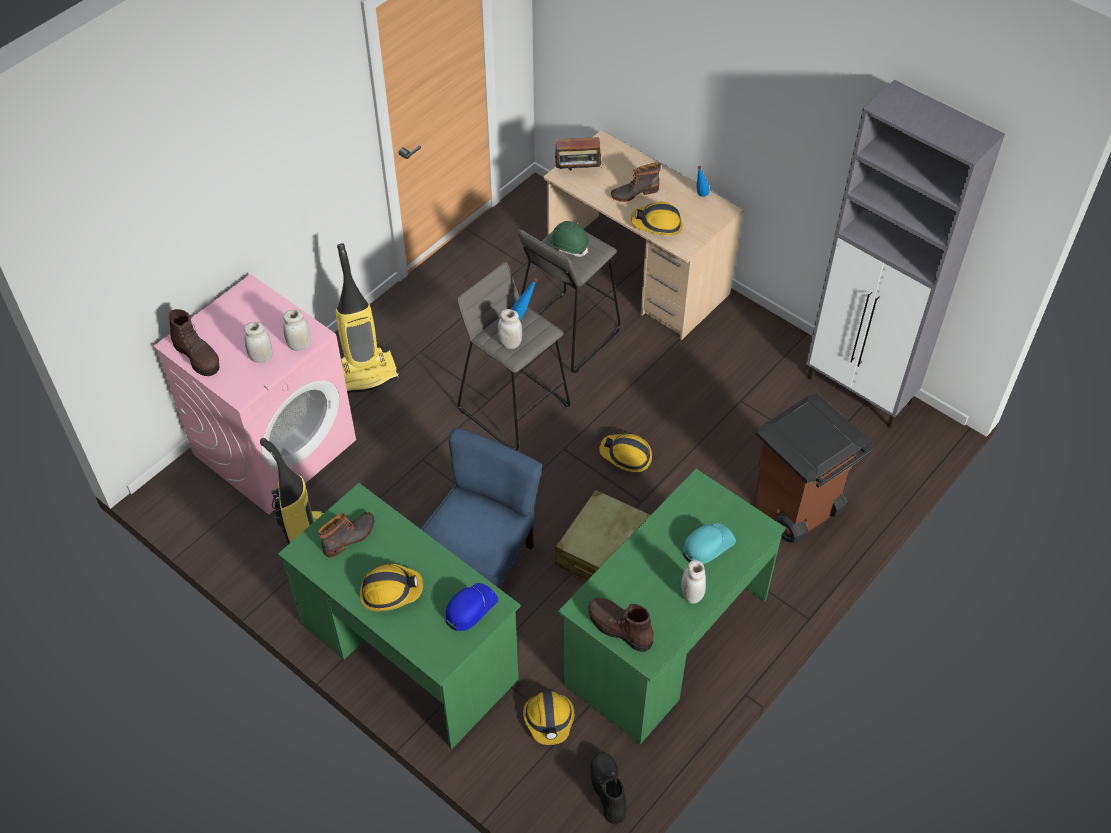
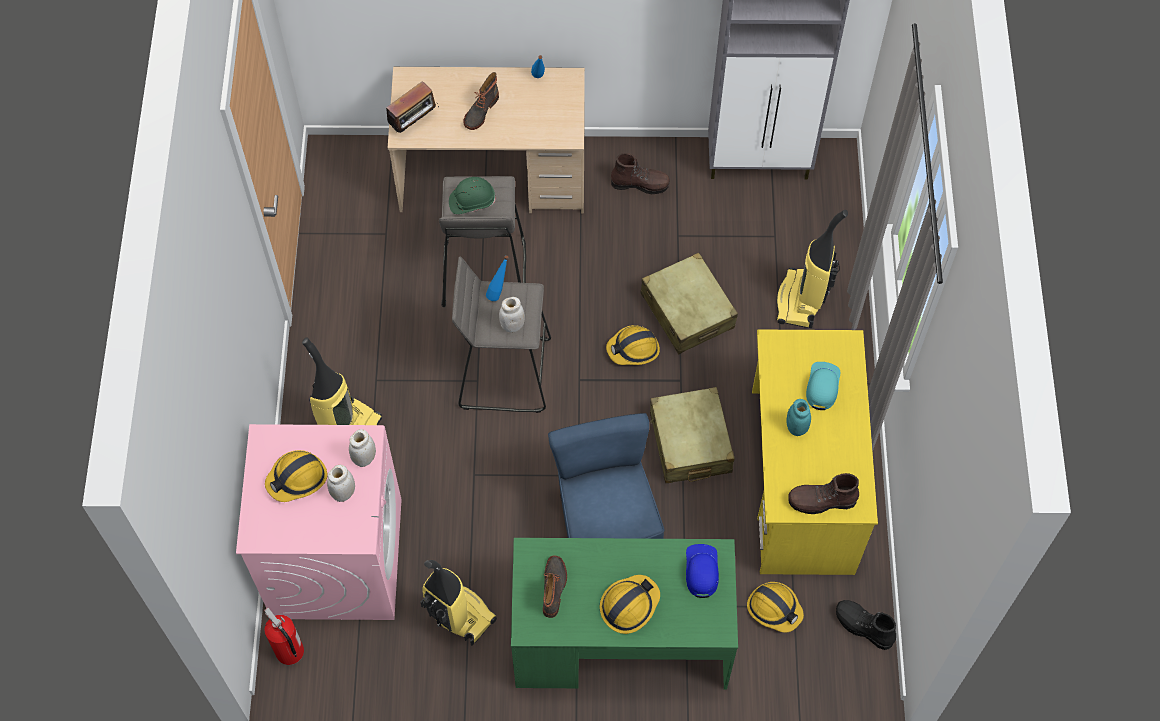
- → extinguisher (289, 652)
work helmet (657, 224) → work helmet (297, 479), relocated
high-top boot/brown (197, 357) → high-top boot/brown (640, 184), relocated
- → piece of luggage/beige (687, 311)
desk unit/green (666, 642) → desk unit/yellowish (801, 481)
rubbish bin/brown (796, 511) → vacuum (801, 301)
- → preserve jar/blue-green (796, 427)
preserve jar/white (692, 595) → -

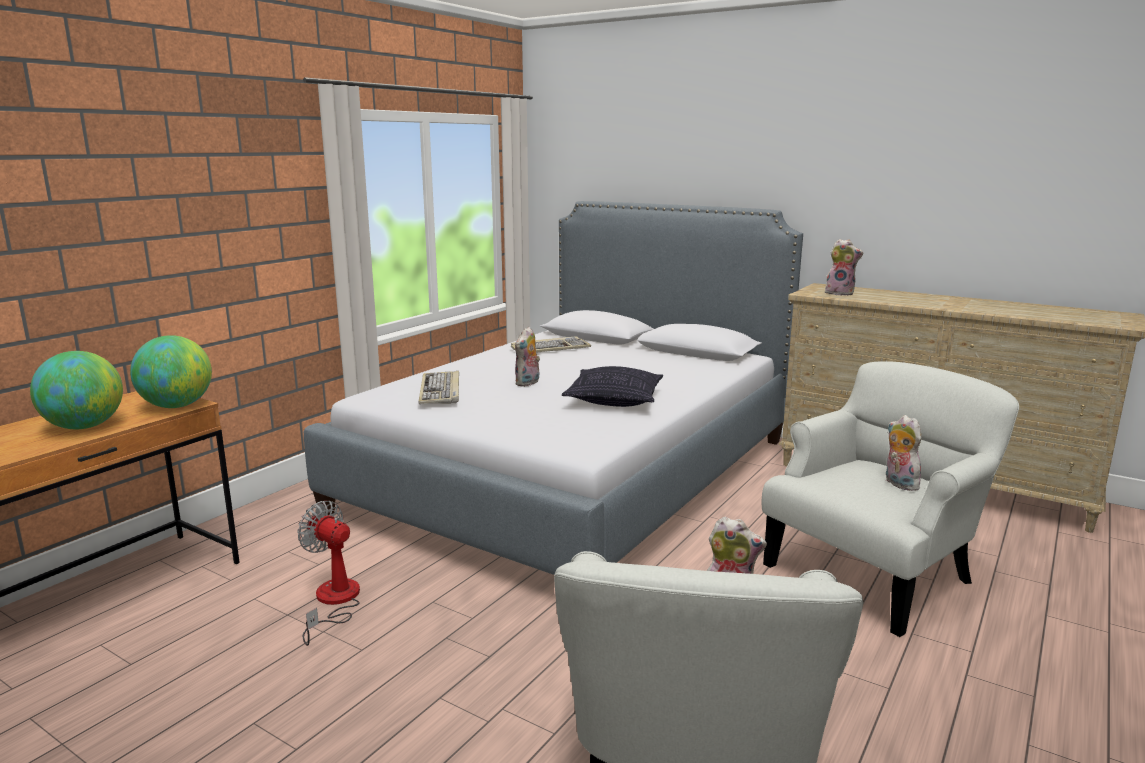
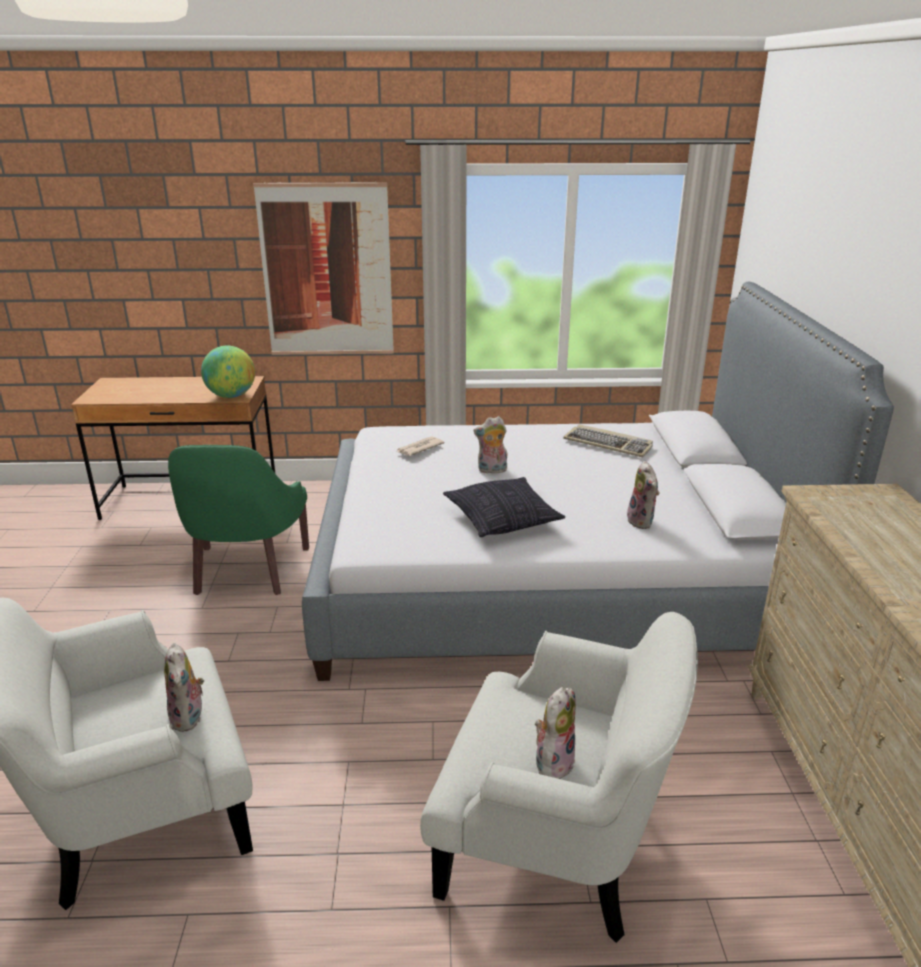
fan (334, 602) → easy chair/green (246, 571)
- → picture (327, 271)
keyboard (440, 391) → newspaper (419, 448)
plush toy (840, 293) → plush toy (642, 522), relocated
desk globe (84, 427) → -

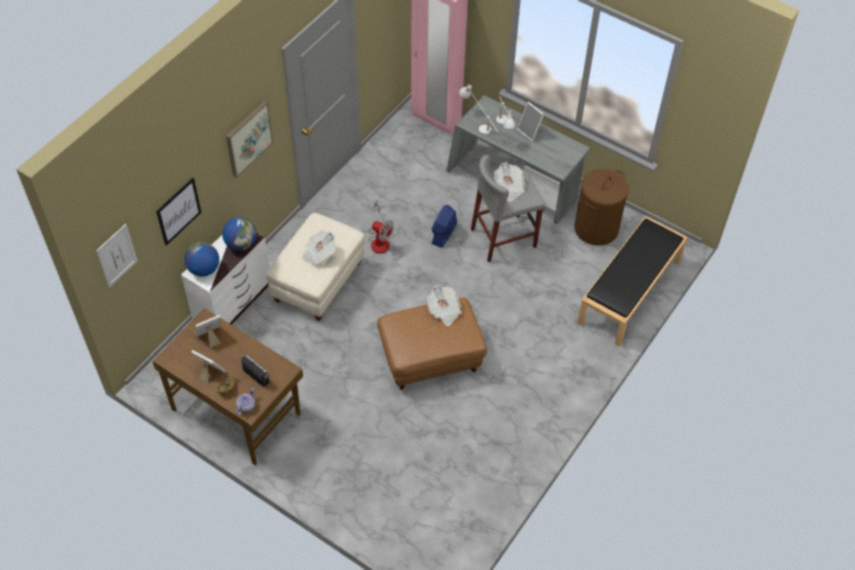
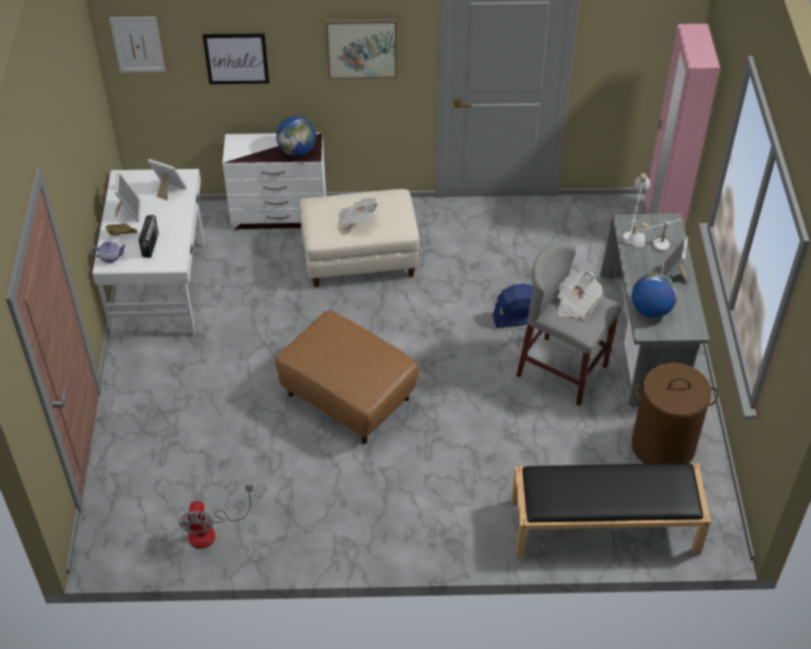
desk unit/brown (236, 410) → desk unit/white (161, 288)
fan (379, 240) → fan (210, 530), relocated
desk globe (204, 269) → desk globe (651, 310), relocated
newspaper (444, 311) → -

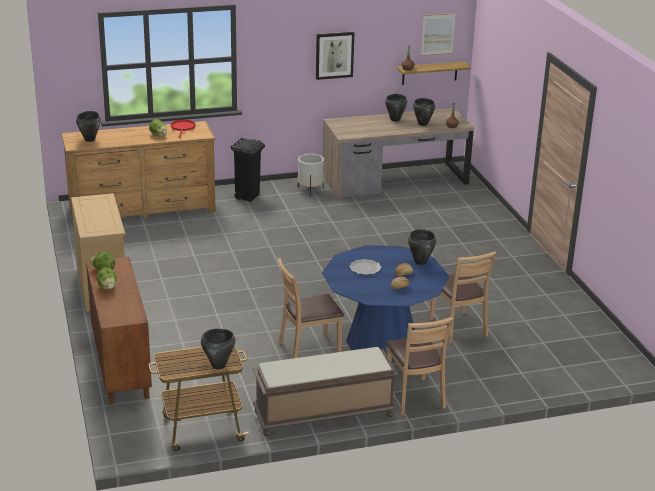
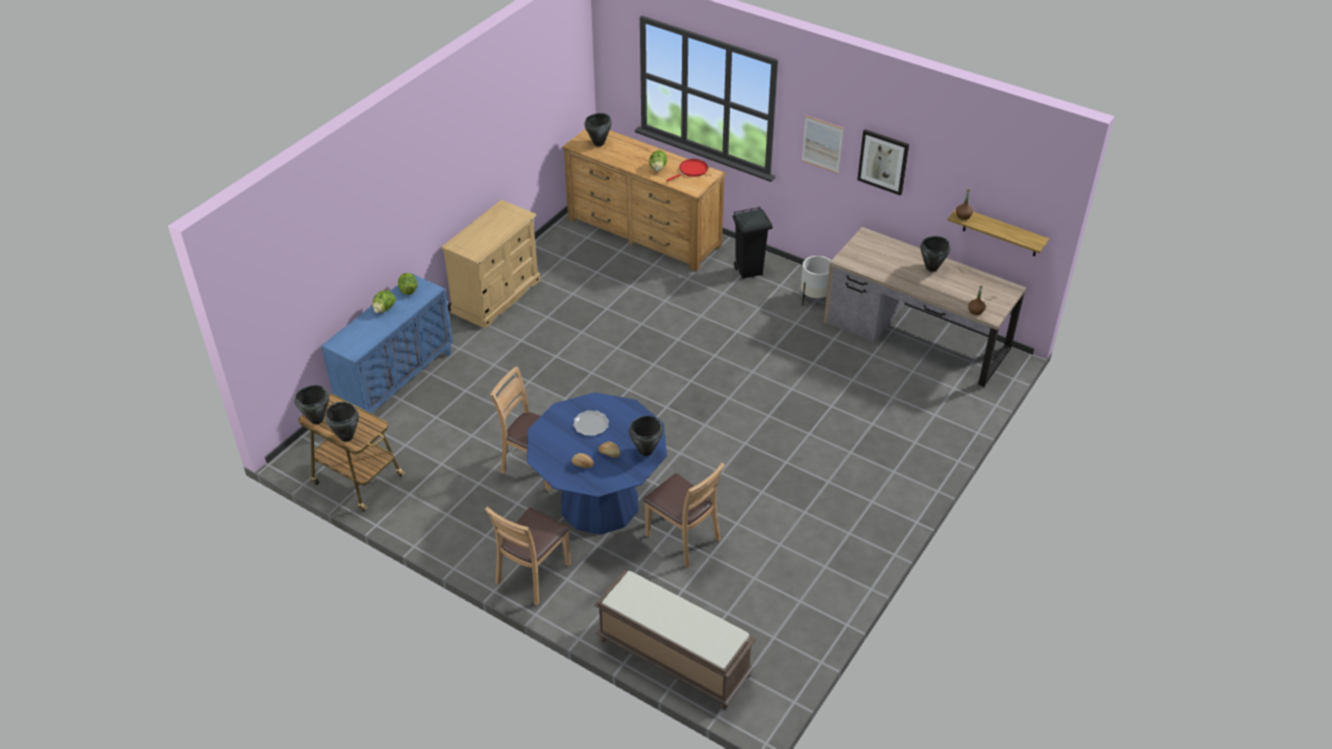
stockpot/black-coloured (422, 124) → stockpot/black-coloured (316, 419), relocated
cupboard/brown (120, 365) → cupboard/blue (396, 380)
long seat/brown (323, 414) → long seat/brown (672, 657), relocated
plain chair/brown (458, 328) → plain chair/brown (683, 538), 75 degrees counterclockwise
picture (438, 34) → picture (822, 144), relocated

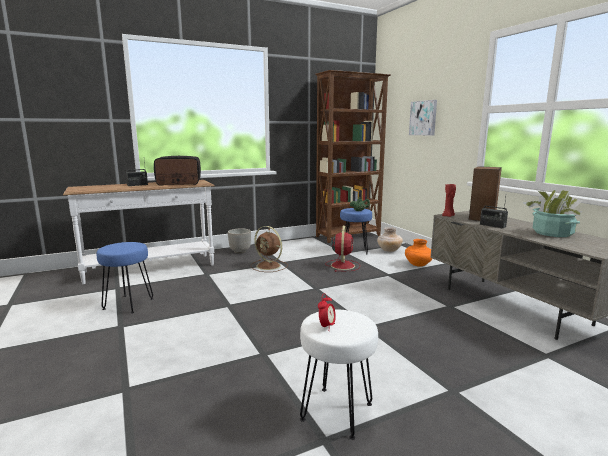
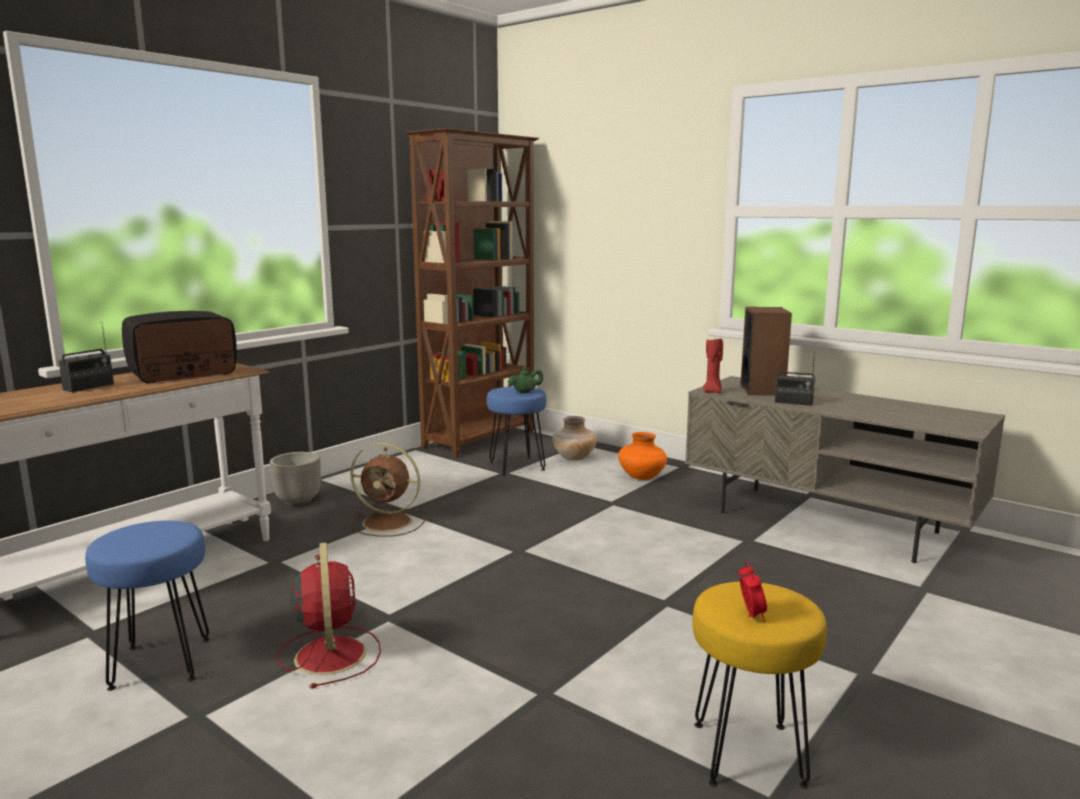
fan/red (342, 265) → fan/red (330, 653), relocated
stool/white (337, 412) → stool/yellowish (750, 754)
picture (423, 118) → -
houseplant (552, 233) → -

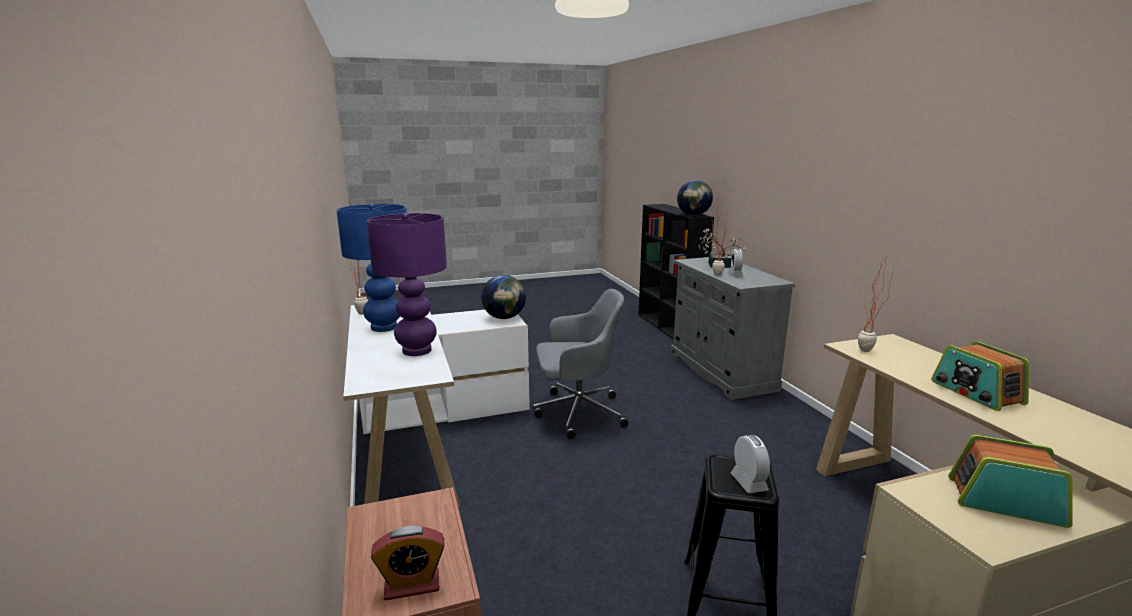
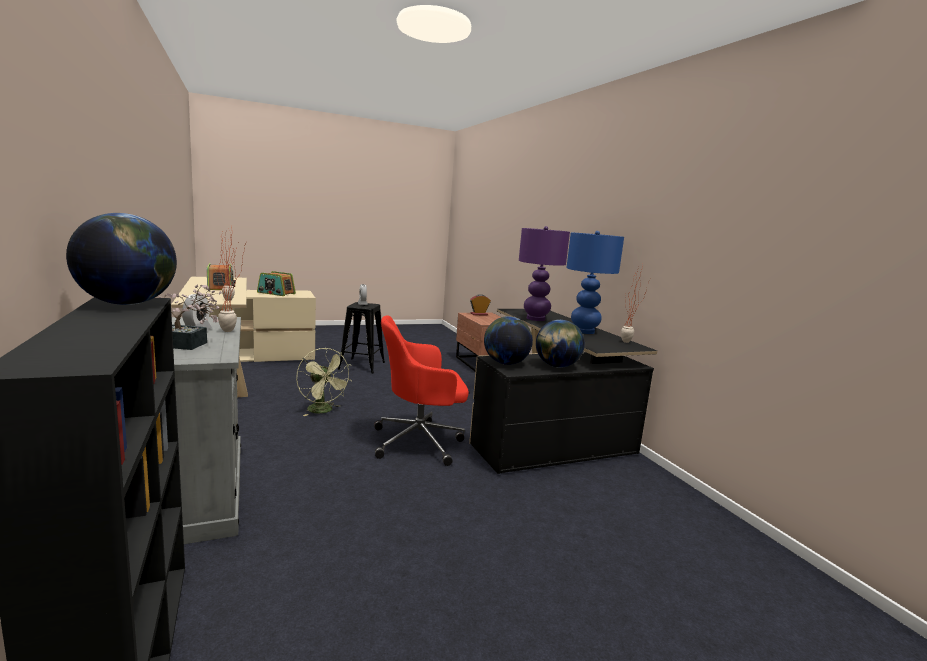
- → fan/green (323, 411)
computer chair/gray (577, 412) → computer chair/red (420, 442)
desk unit/white (429, 437) → desk unit/black-coloured (547, 428)
- → desk globe (557, 366)

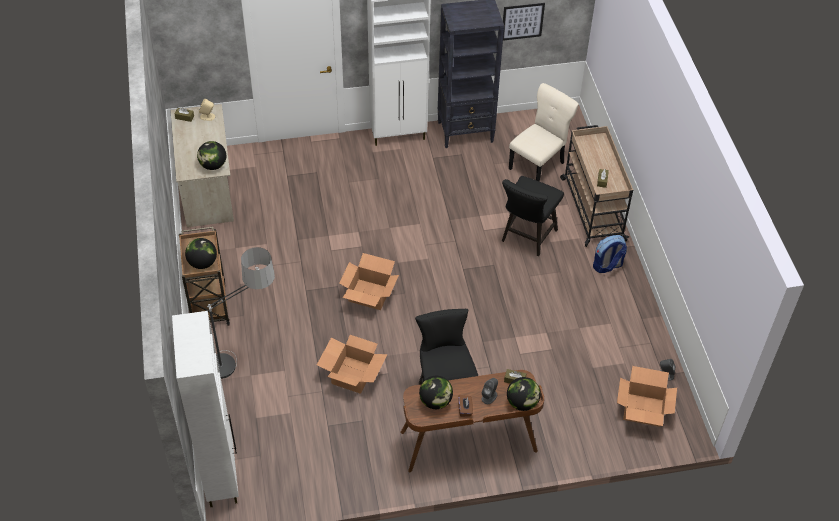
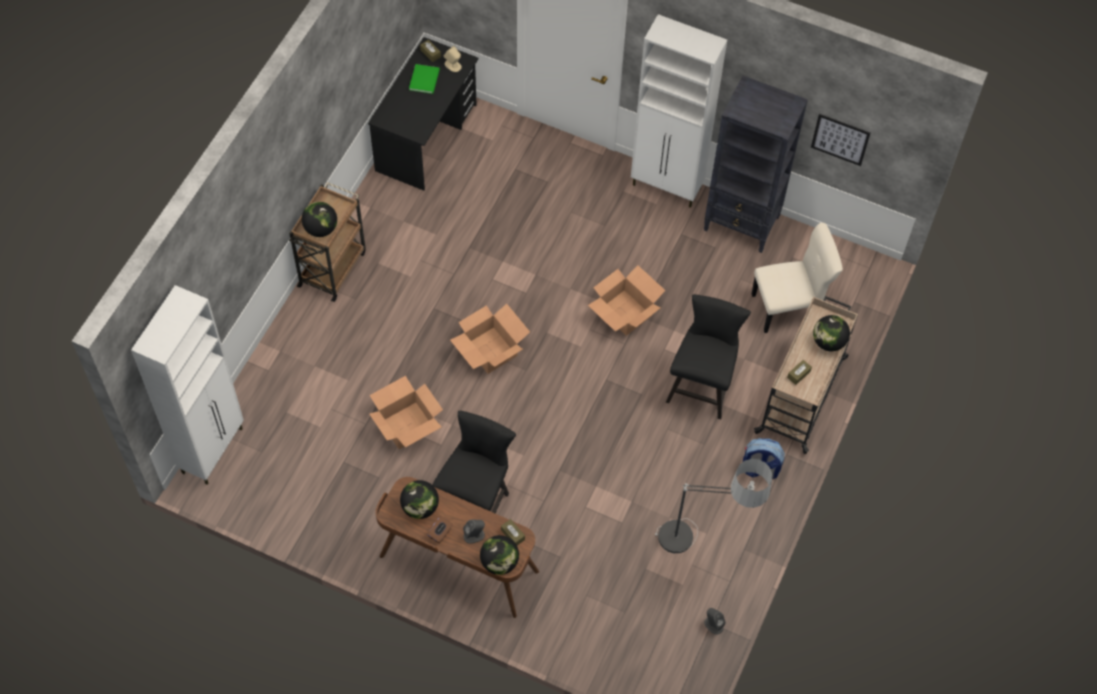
desk unit/beige (206, 188) → desk unit/black-coloured (426, 138)
- → volume/green (425, 79)
cardboard box (643, 410) → cardboard box (625, 313), relocated
standard lamp (244, 360) → standard lamp (703, 544), relocated
plain chair/black-coloured (526, 238) → plain chair/black-coloured (702, 385), 135 degrees clockwise
desk globe (213, 165) → desk globe (828, 342), relocated

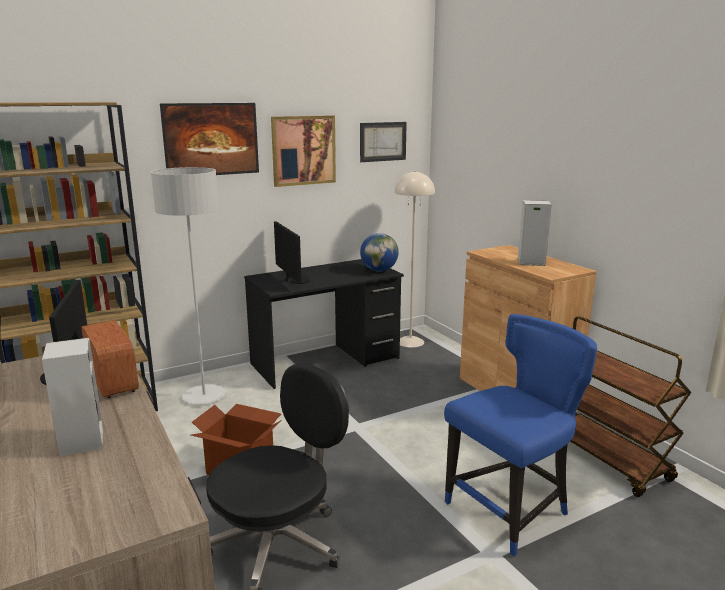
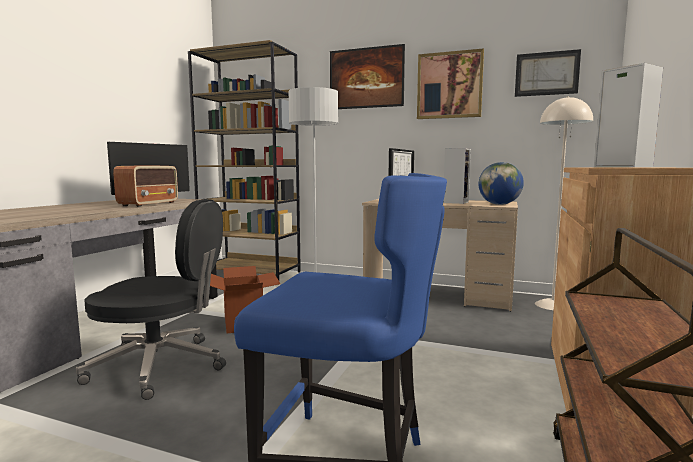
desk unit/black-coloured (325, 361) → desk unit/beige (438, 294)
speaker (81, 440) → speaker (455, 202), relocated

